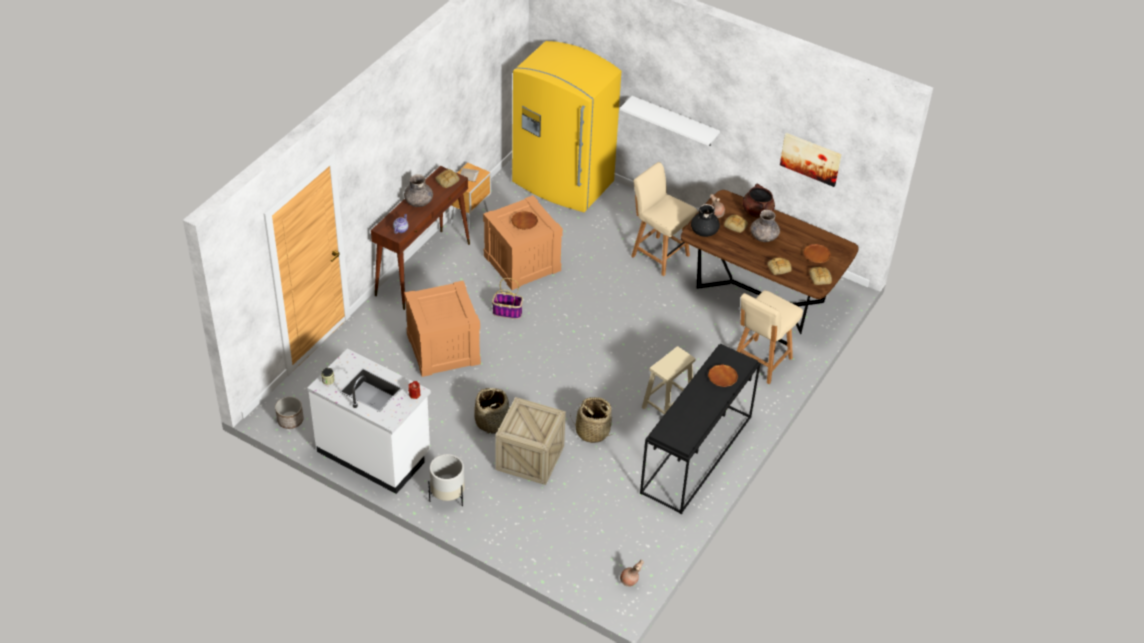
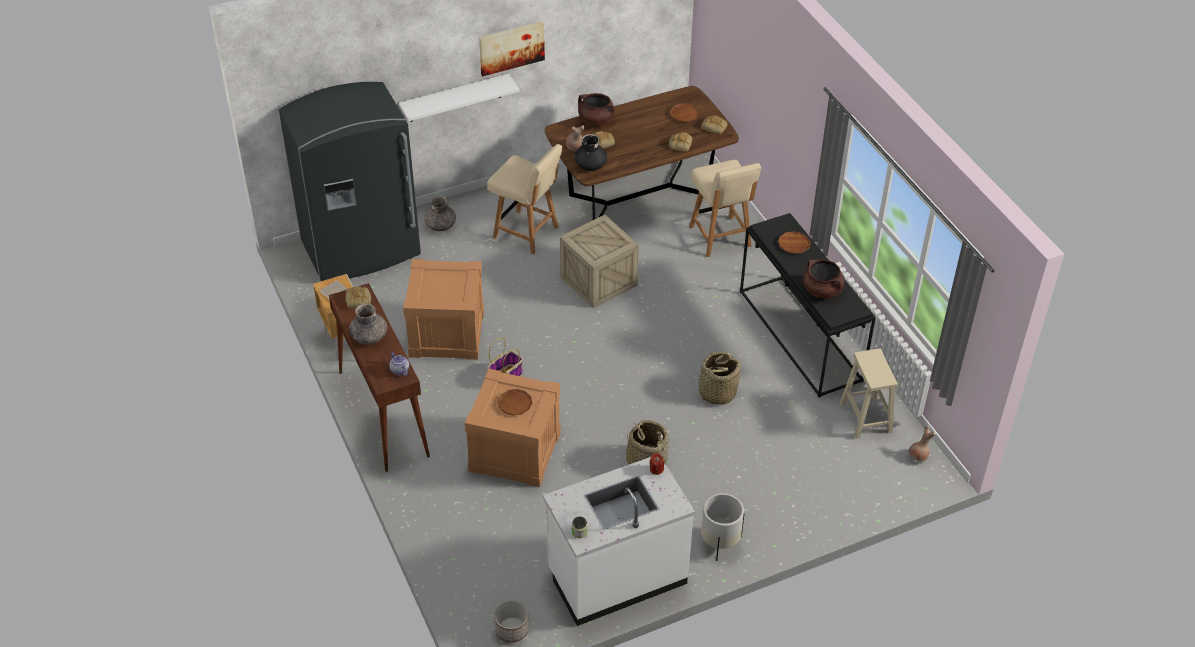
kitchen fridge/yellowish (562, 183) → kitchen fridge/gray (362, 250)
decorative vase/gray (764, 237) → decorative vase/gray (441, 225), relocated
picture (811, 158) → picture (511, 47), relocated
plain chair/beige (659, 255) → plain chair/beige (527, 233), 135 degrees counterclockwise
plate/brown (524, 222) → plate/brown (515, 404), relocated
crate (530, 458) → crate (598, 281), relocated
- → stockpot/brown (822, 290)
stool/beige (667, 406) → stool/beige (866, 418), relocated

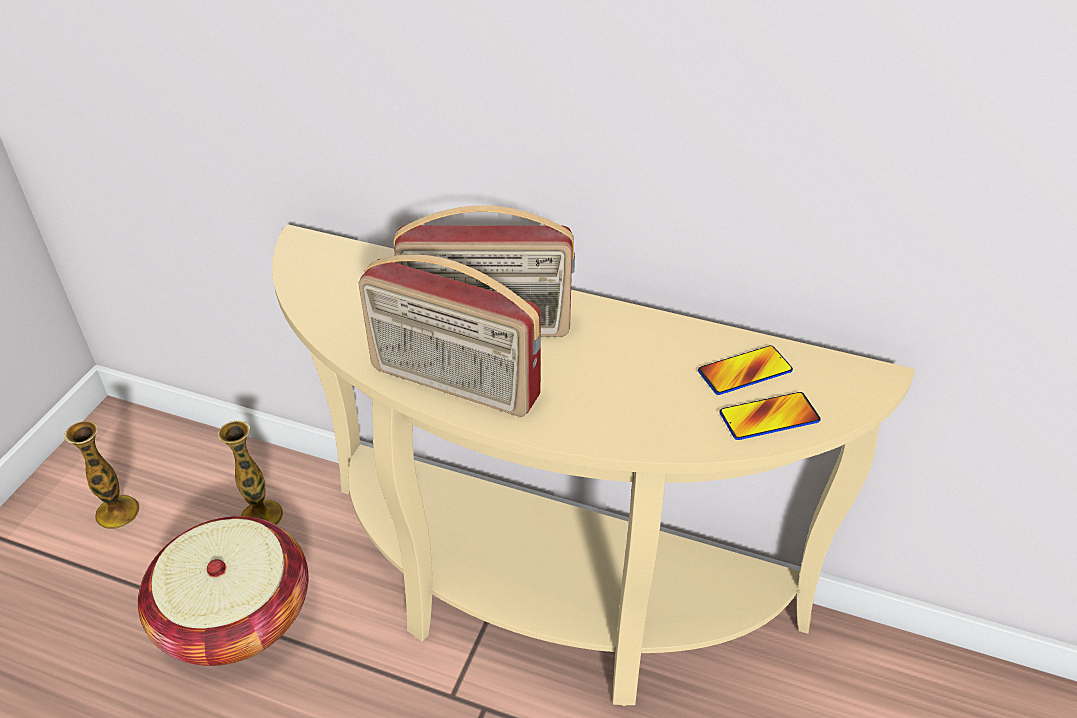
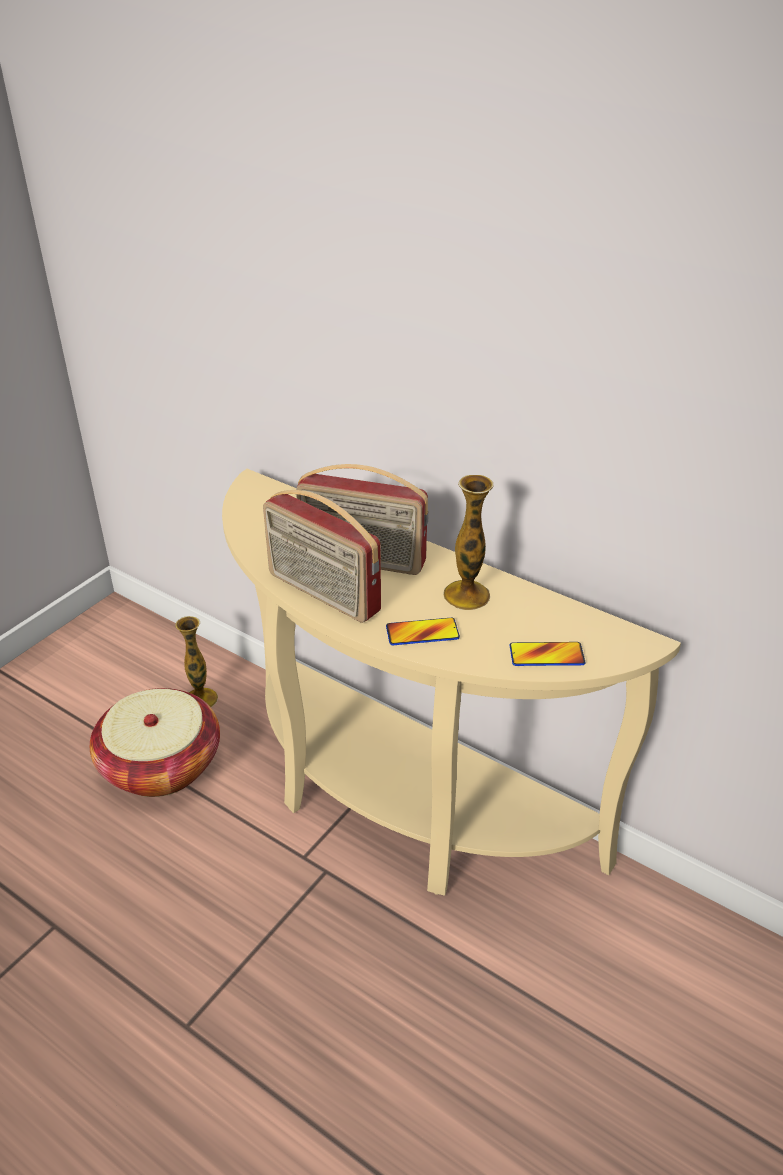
phone (744, 372) → phone (422, 633), relocated
decorative vase (117, 512) → decorative vase (466, 595), relocated

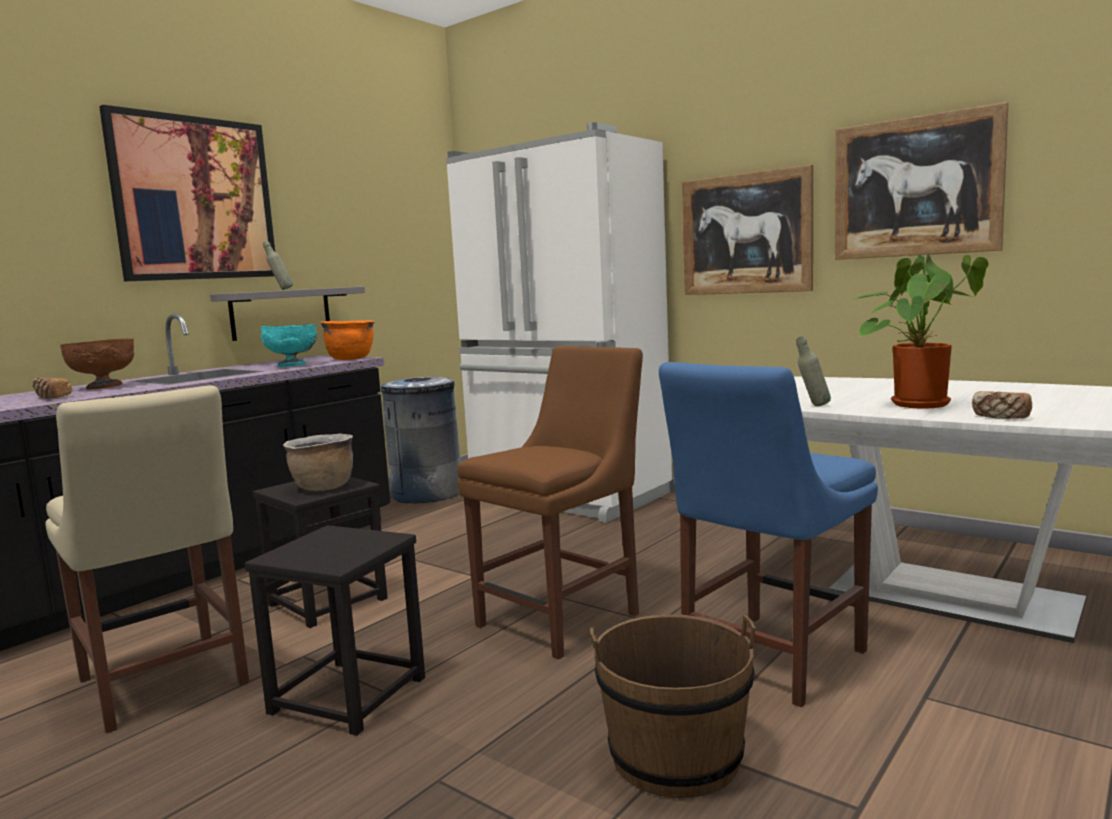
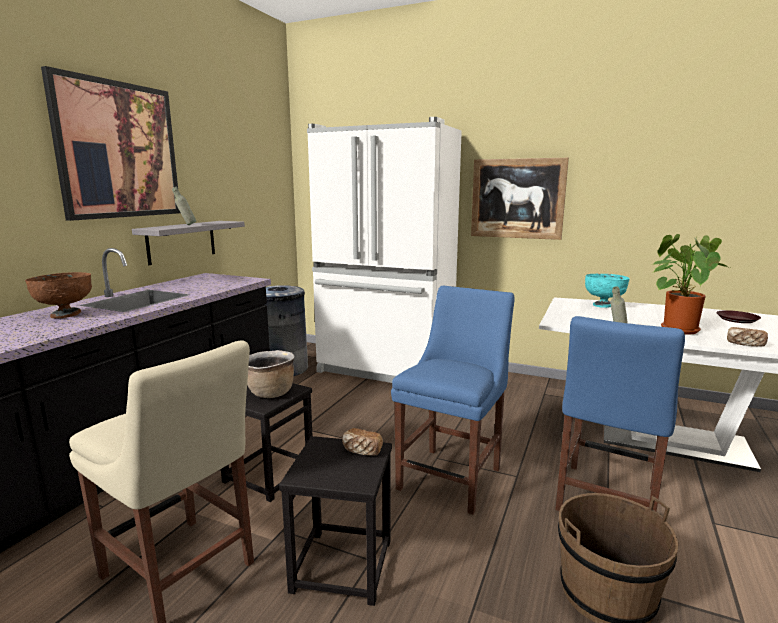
baked bread (52, 398) → baked bread (362, 451), relocated
plain chair/brown (564, 617) → plain chair/blue (452, 476)
bowl/blue-green (292, 366) → bowl/blue-green (603, 305), relocated
- → plate/brown (737, 319)
stockpot/orange-coloured (350, 359) → -
picture (916, 187) → -

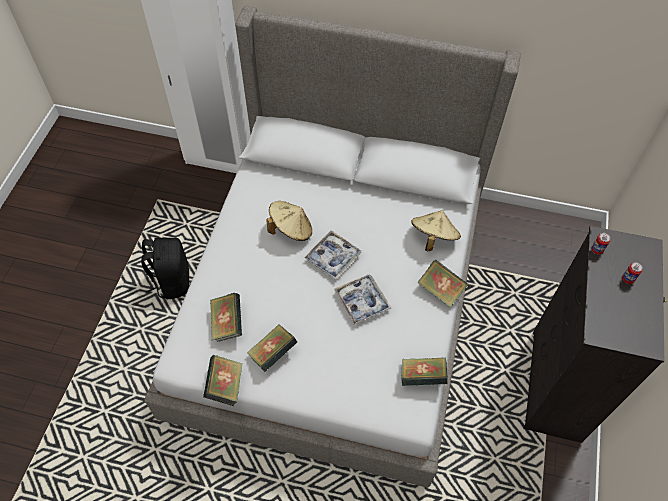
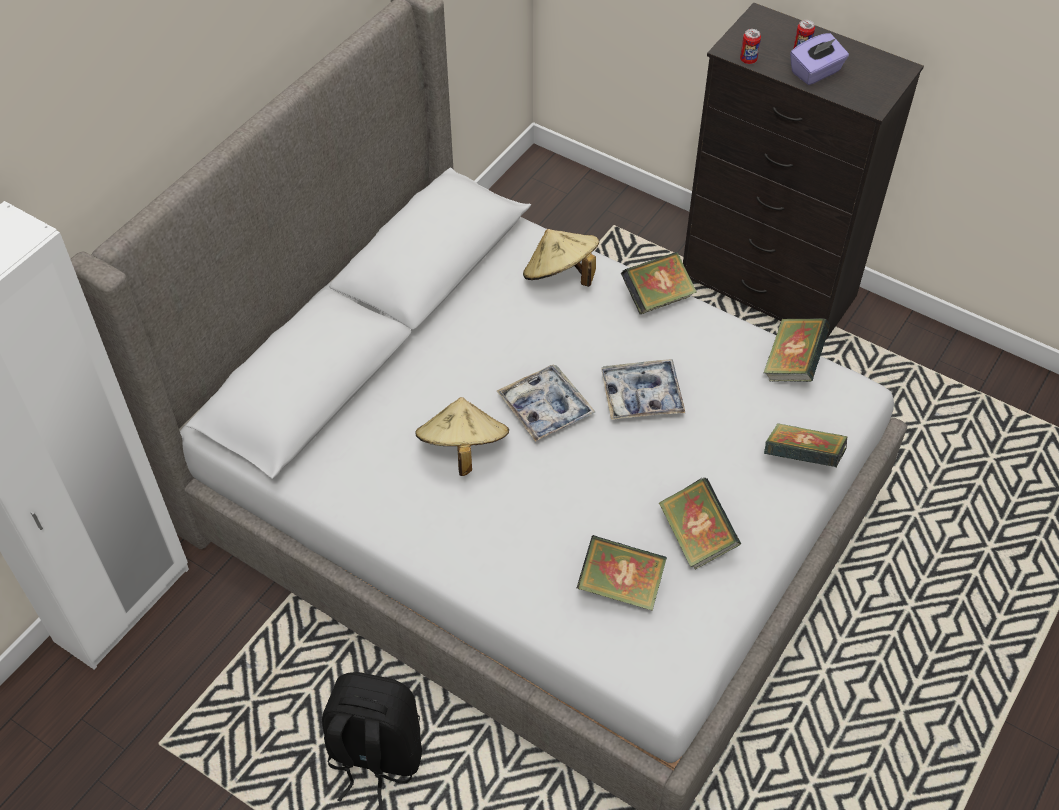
volume (225, 385) → volume (802, 459), relocated
- → box of tissues/purple (816, 72)

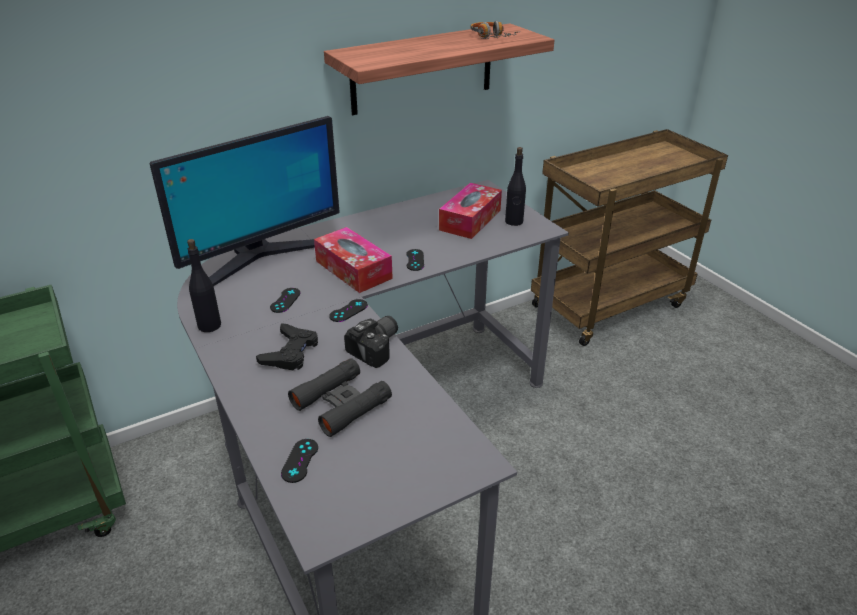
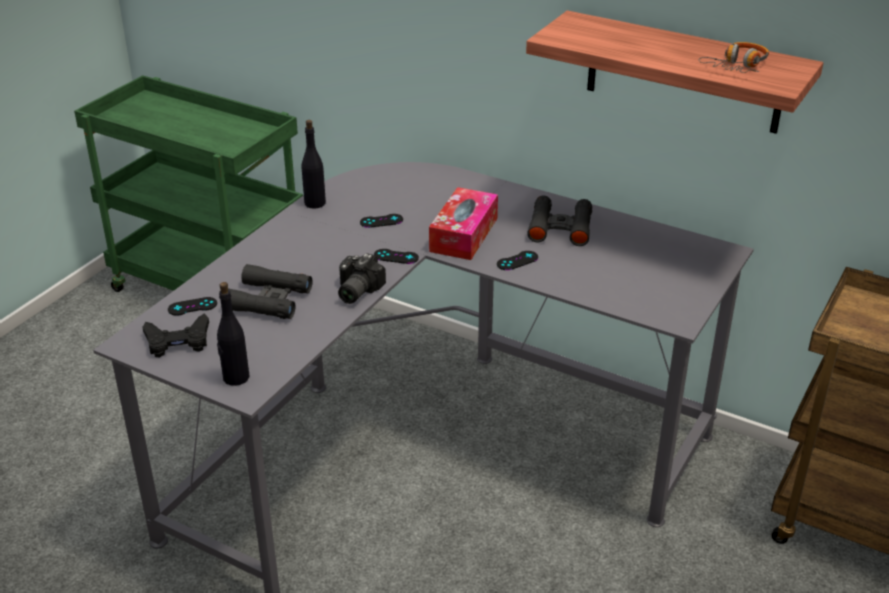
joypad/black-coloured (290, 352) → joypad/black-coloured (178, 341), relocated
bottle/black-coloured (514, 222) → bottle/black-coloured (235, 377), relocated
photo camera (378, 348) → photo camera (355, 291), 105 degrees clockwise
- → field glasses/black-coloured (560, 228)
monitor (261, 257) → -
box of tissues (470, 220) → -

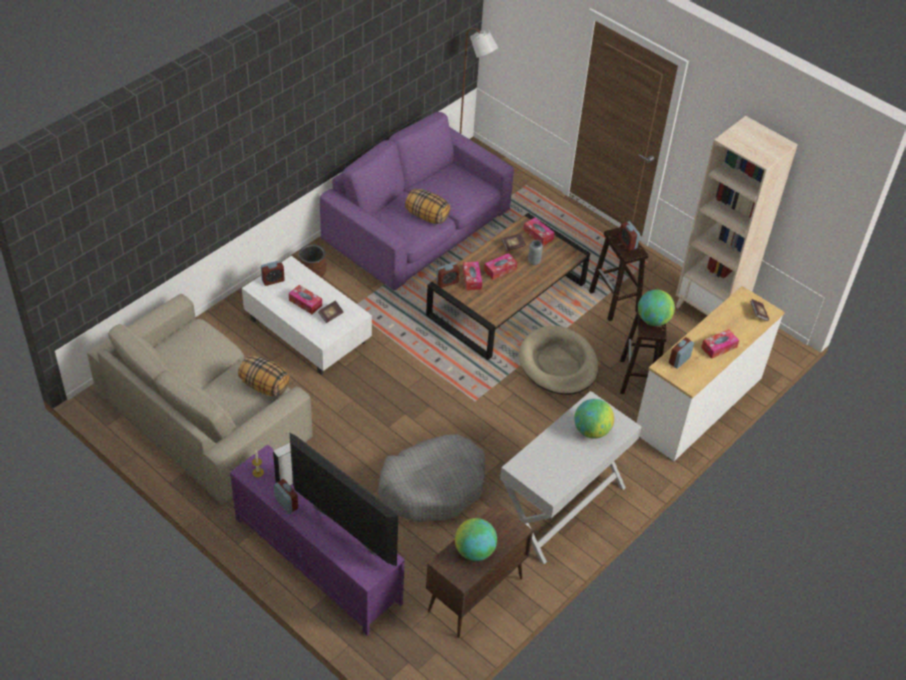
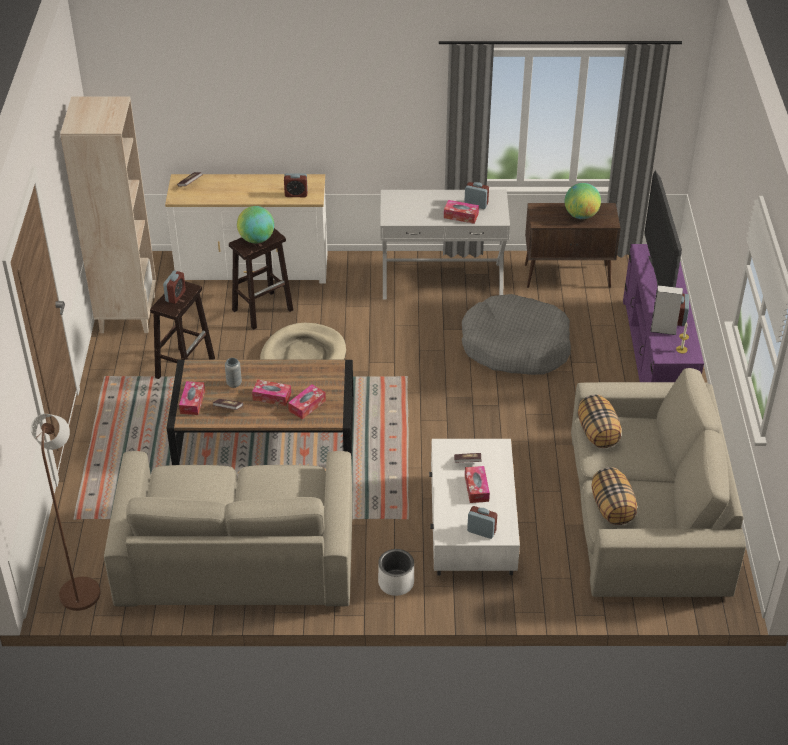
settee/purple (418, 227) → settee/beige (237, 554)
flower pot/brown (313, 270) → flower pot/white (396, 582)
box of tissues (719, 347) → box of tissues (461, 216), relocated
bedside clock (447, 282) → bedside clock (476, 204), relocated
cushion (426, 216) → cushion (612, 508), relocated
desk globe (591, 430) → -

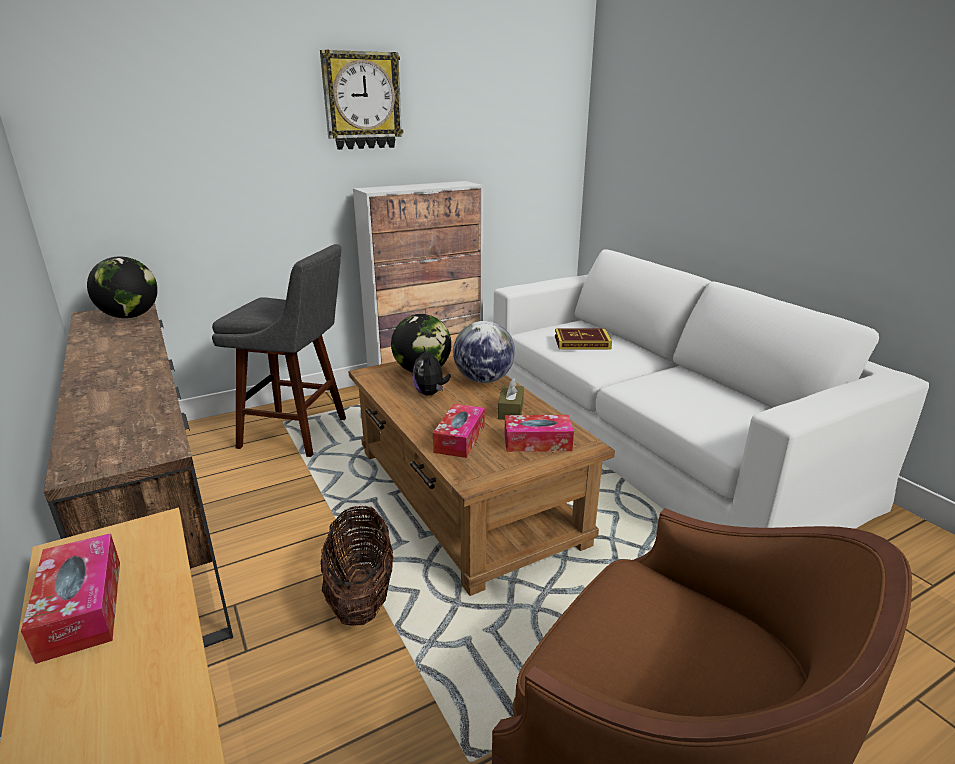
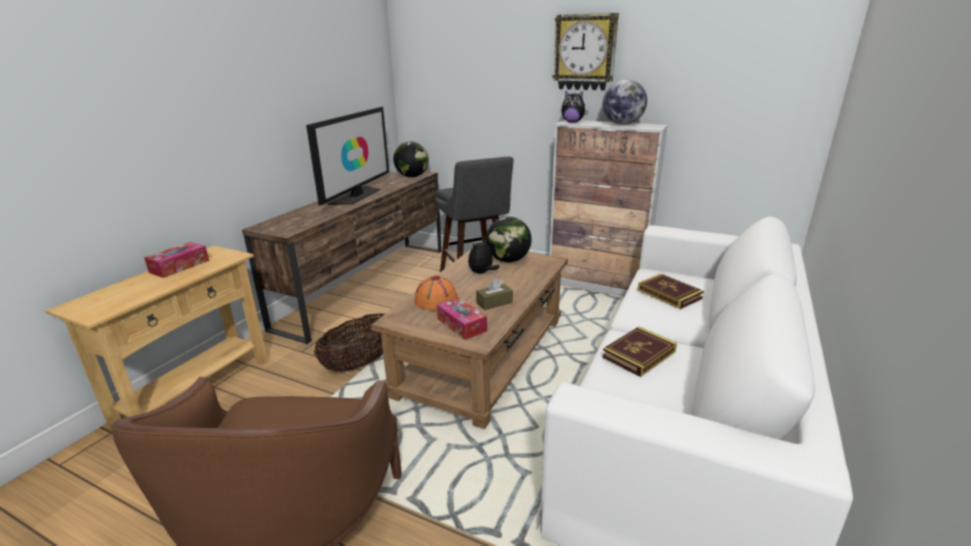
- → TV set (357, 195)
box of tissues (459, 439) → clothing hat/orange-coloured (435, 300)
- → plush toy (572, 122)
- → volume (639, 354)
desk globe (483, 380) → desk globe (622, 124), relocated

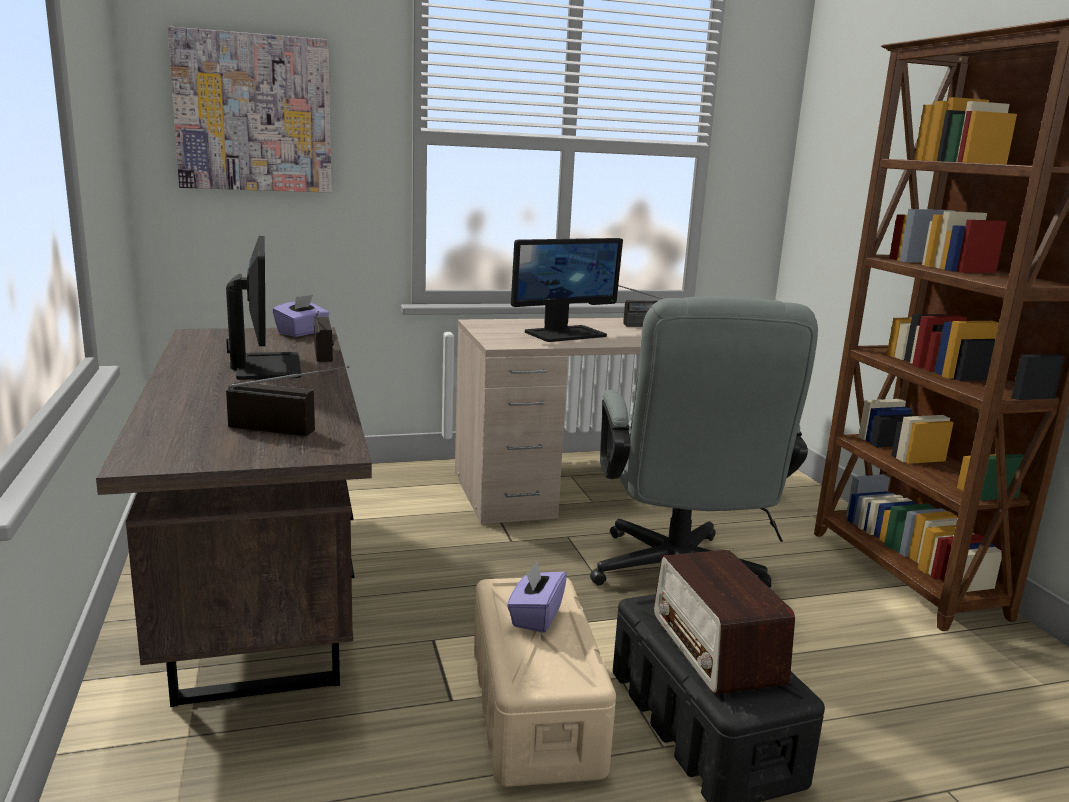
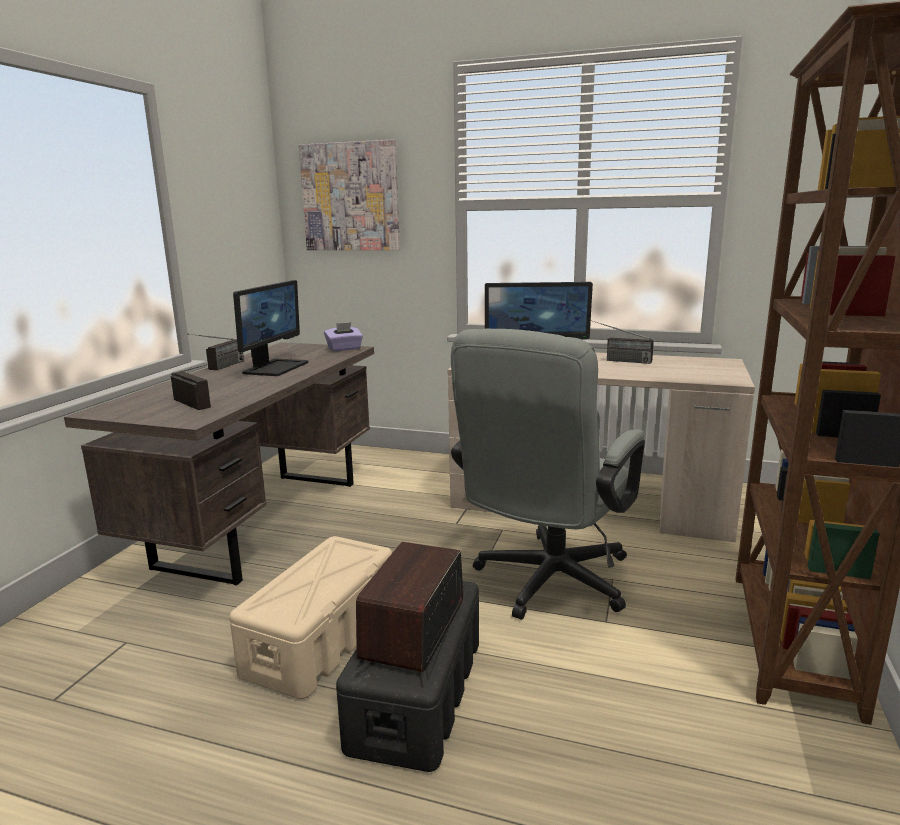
radio receiver (326, 358) → radio receiver (220, 367), relocated
box of tissues/purple (536, 616) → -

